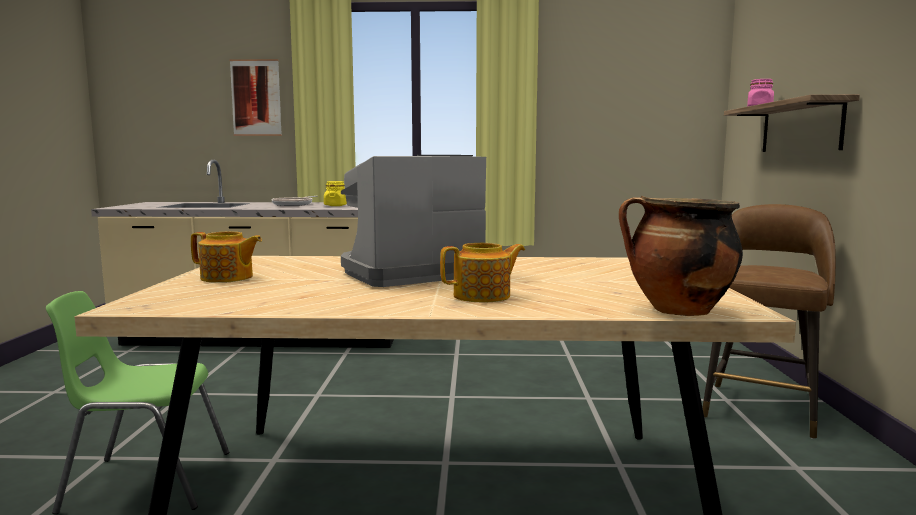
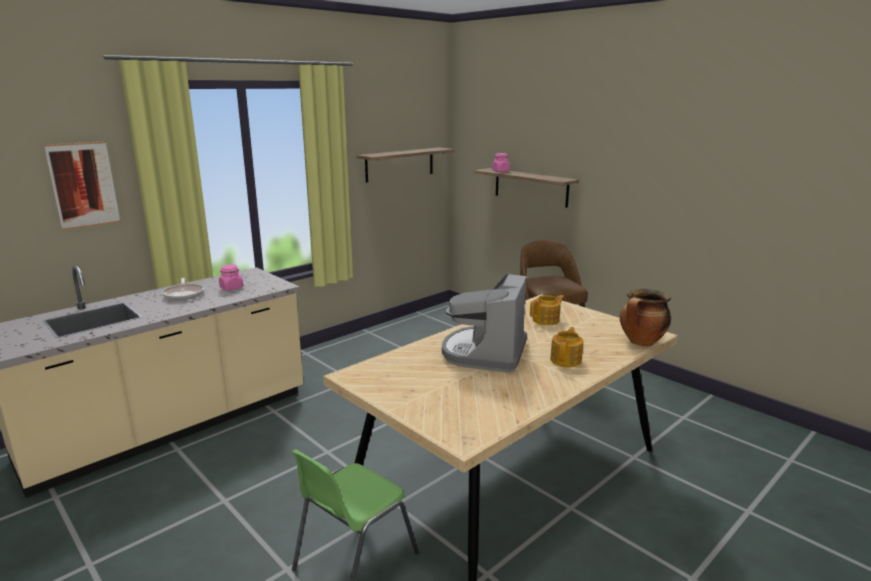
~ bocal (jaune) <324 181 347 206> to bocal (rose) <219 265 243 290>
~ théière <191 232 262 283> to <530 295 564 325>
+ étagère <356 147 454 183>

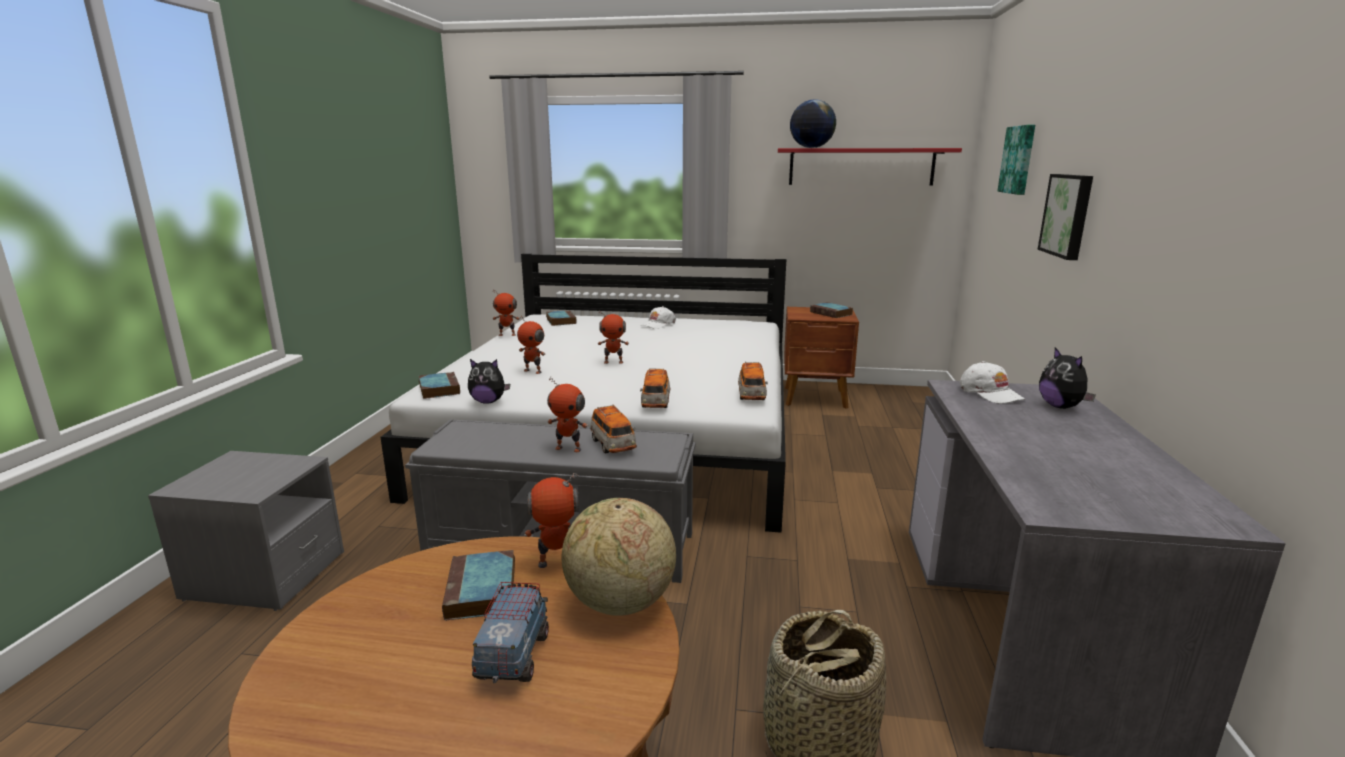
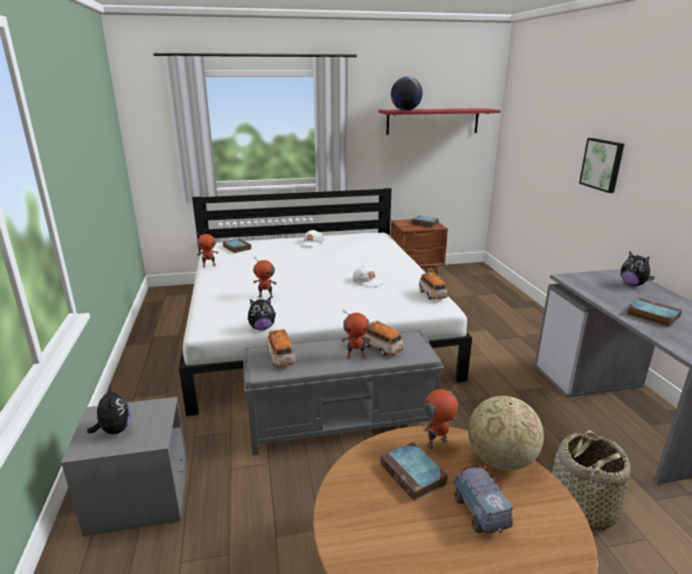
- tableau <998 125 1035 195>
- robot jouet <598 310 629 364>
~ casquette (blanc) <960 361 1026 404> to <353 265 384 288>
~ petite voiture <640 368 671 408> to <267 329 295 367>
~ livre <419 372 460 399> to <626 298 682 327>
+ peluche <87 385 131 434>

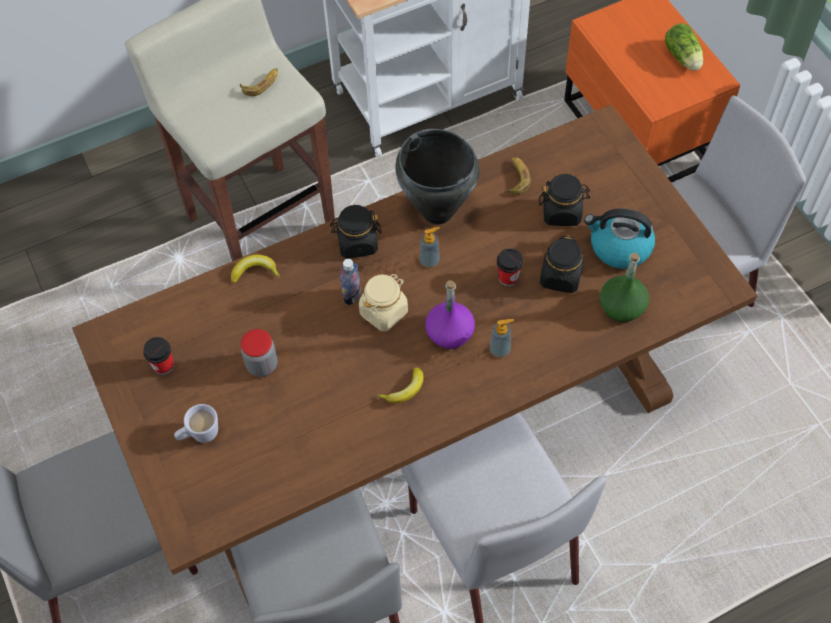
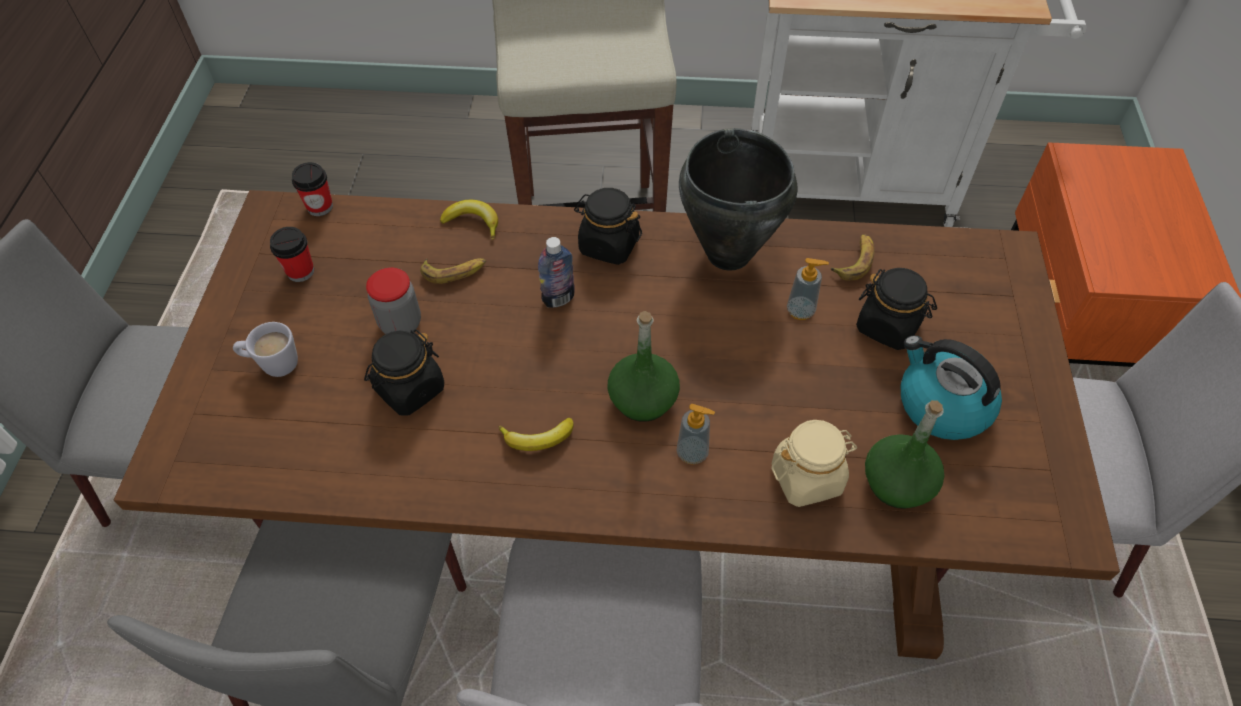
- laitue <665 23 703 71>
~ banane <240 68 278 96> to <420 258 486 284>
~ distributeur de savon <419 227 440 268> to <787 258 829 320>
~ bocal (noir) <540 235 584 293> to <364 329 444 415>
~ tasse <497 248 523 286> to <292 162 333 216>
~ bocal (beige) <359 274 408 331> to <771 420 857 507>
~ bouteille (violet) <425 280 475 349> to bouteille (vert) <607 311 680 422>

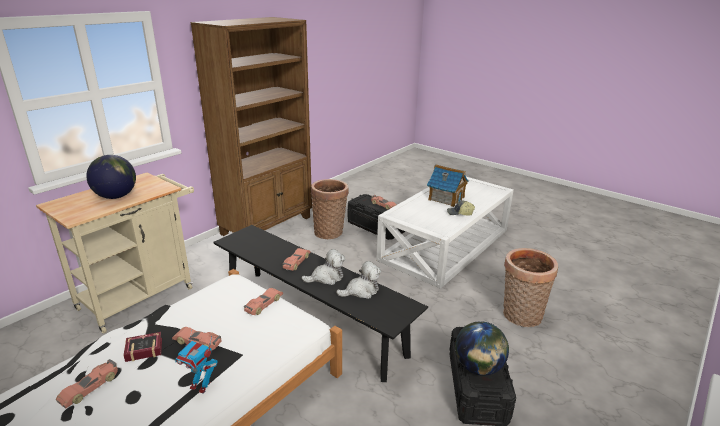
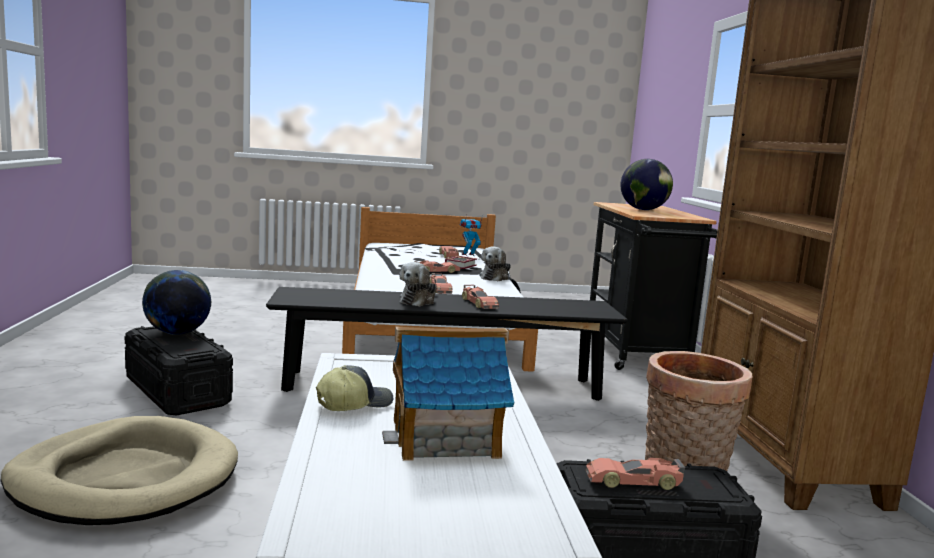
~ chariot (beige) <36 173 194 334> to chariot (noir) <590 202 718 370>
~ panier <503 248 558 327> to panier pour chien (beige) <1 416 238 525>
~ peluche <336 261 381 299> to <480 246 511 282>
~ robot jouet <175 331 217 394> to <460 215 483 256>

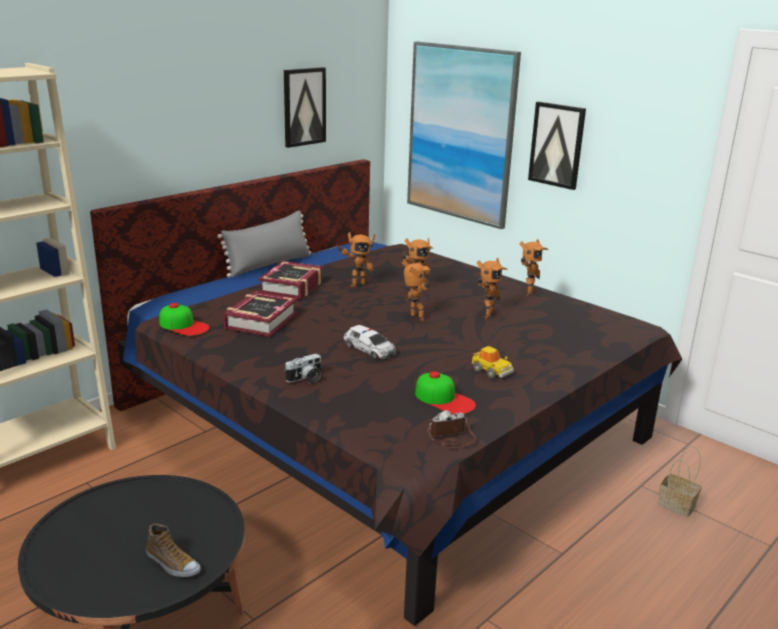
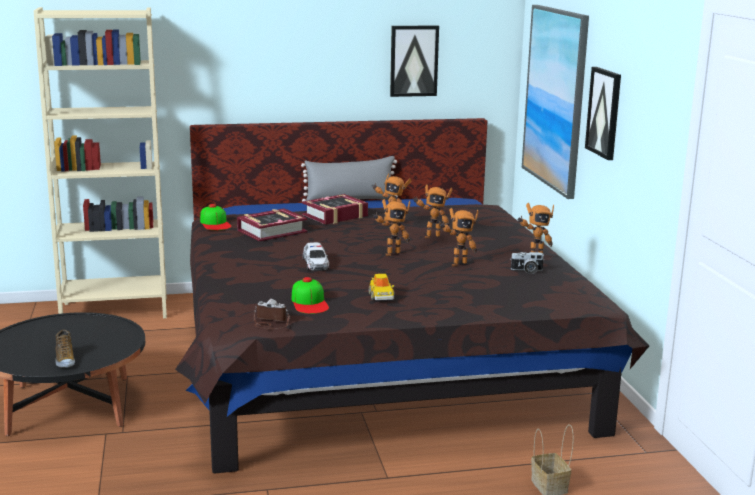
~ robot jouet <402 260 430 321> = <372 199 410 256> 60 degrees clockwise
~ appareil photo <285 354 321 383> to <510 252 545 274>

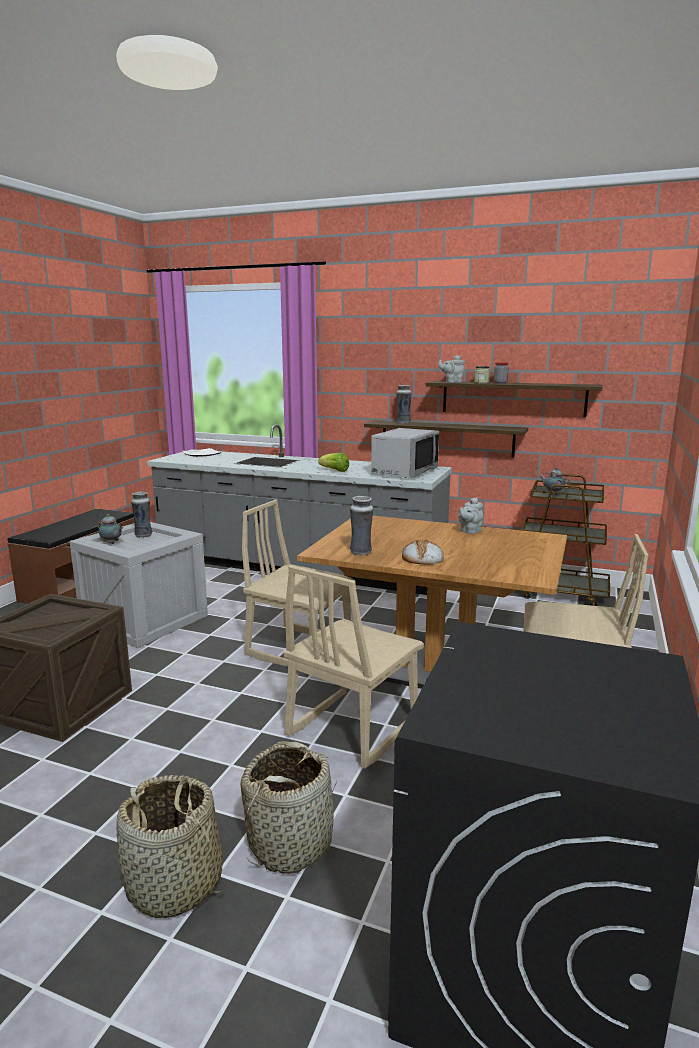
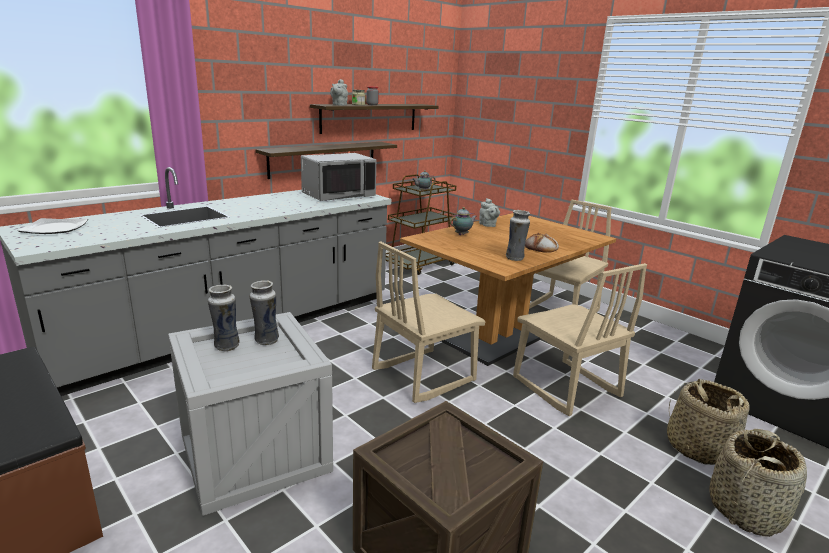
~ vase <396 385 412 424> to <250 280 279 345>
~ micro-ondes (gris) <371 428 439 478> = <301 153 376 201> 90 degrees clockwise
- laitue <318 453 349 472>
~ théière <98 514 123 544> to <450 207 477 235>

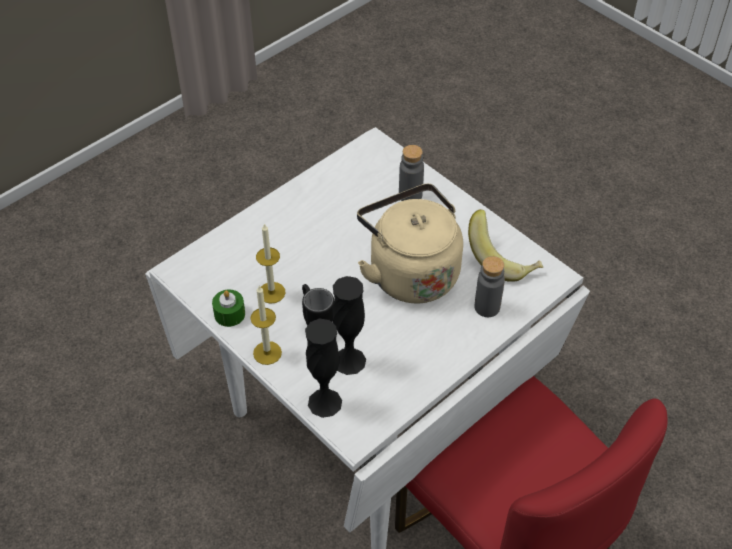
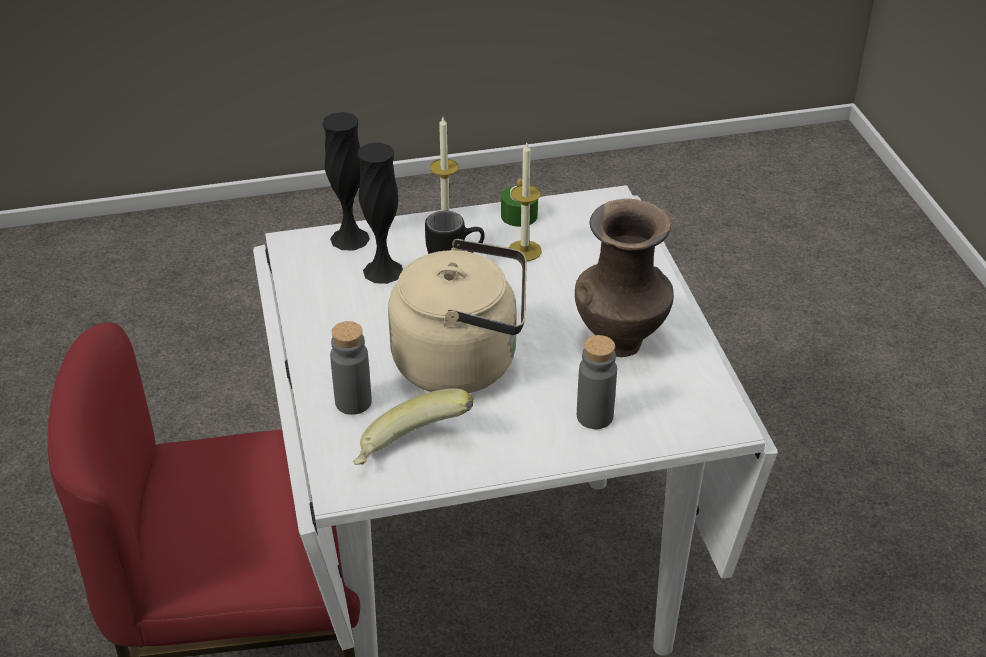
+ vase (marron) <575 199 674 357>

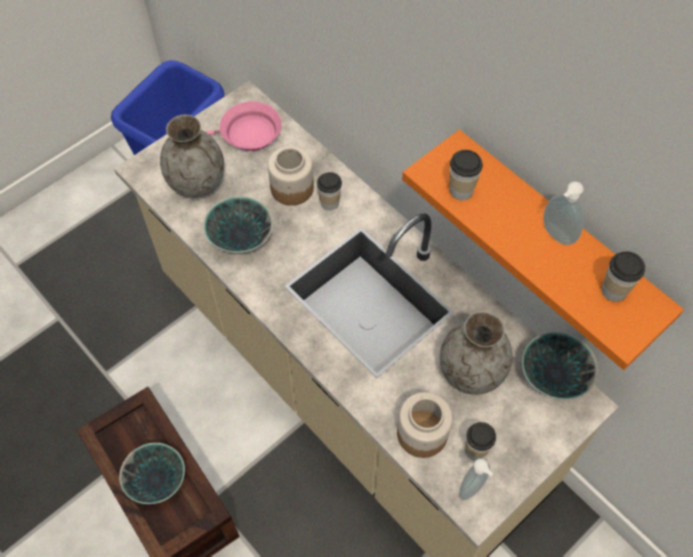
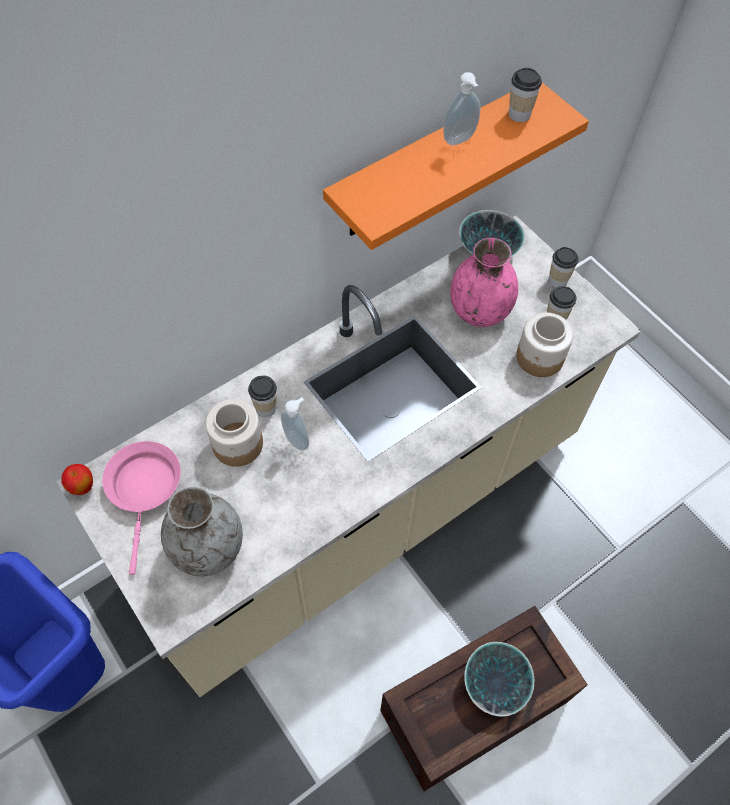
~ tasse <450 150 483 200> to <549 247 579 288>
- bol <203 196 273 253>
~ vase (gris) <440 311 513 395> to vase (rose) <450 238 518 327>
~ distributeur de savon <459 459 493 500> to <281 397 309 450>
+ pomme <62 464 93 495>

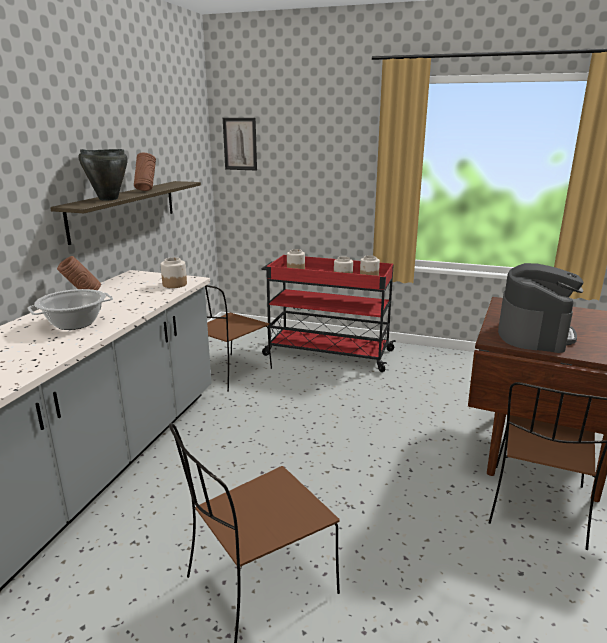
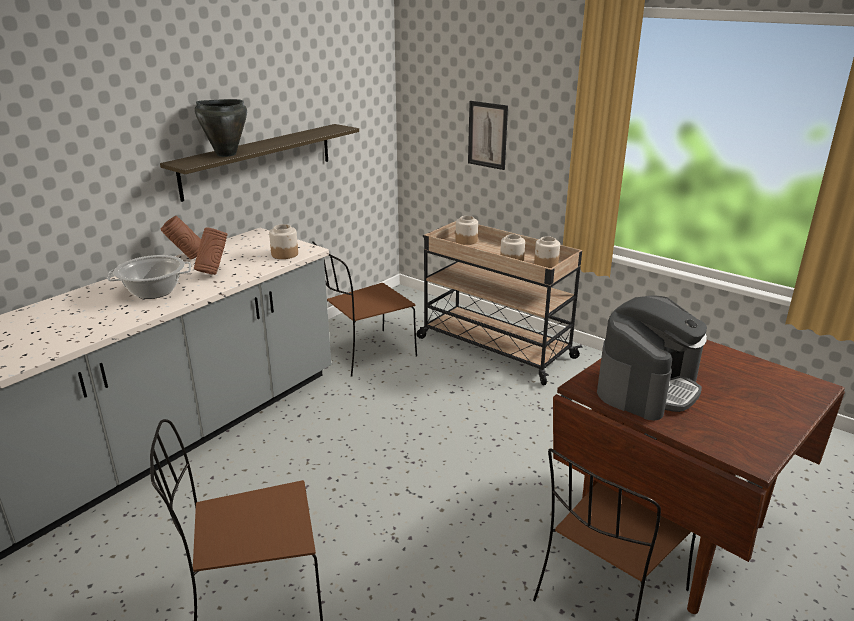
~ tableau <223 118 257 171> to <468 101 508 170>
~ vase (marron) <134 153 156 191> to <194 227 227 275>
~ chariot (rouge) <262 255 396 372> to chariot (beige) <417 221 582 385>

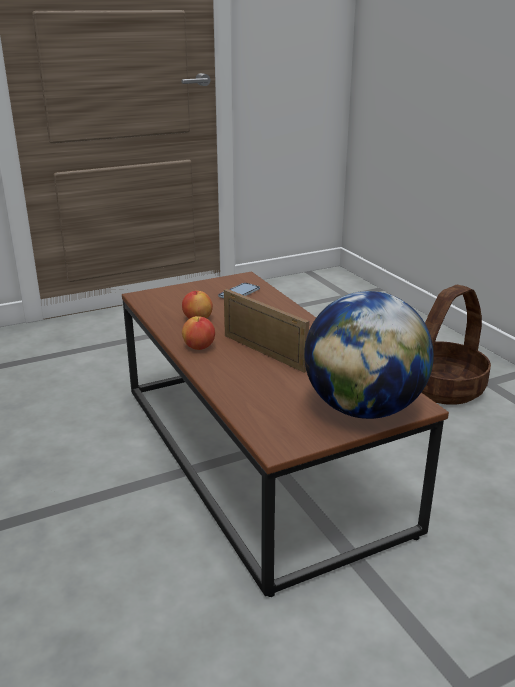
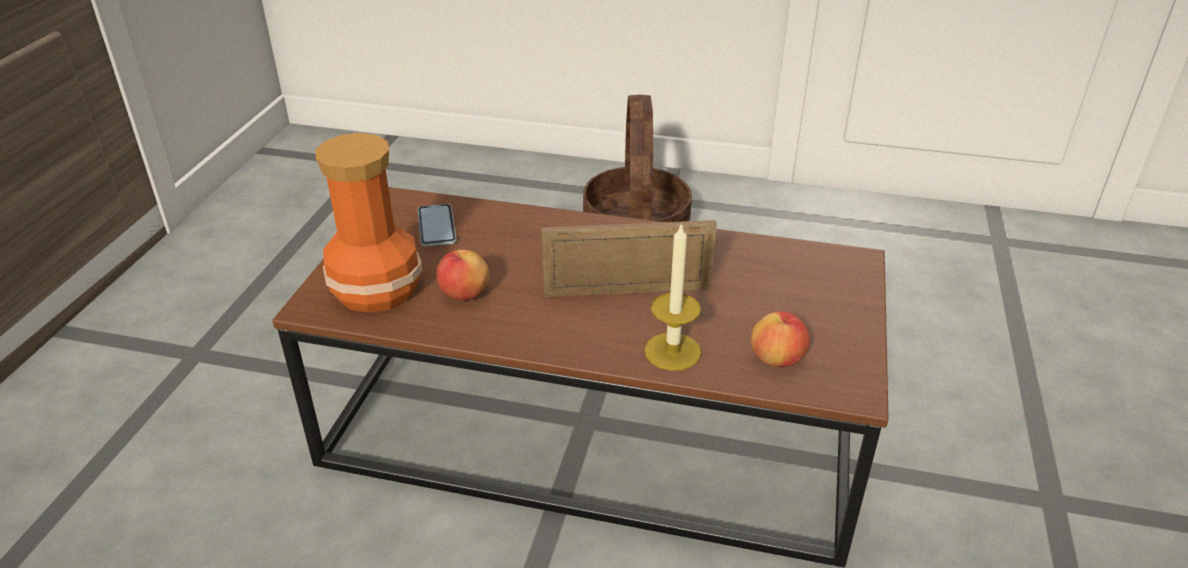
- globe <304 291 434 419>
~ pomme <182 316 215 350> to <750 311 810 367>
+ vase <315 133 422 313>
+ bougie <644 222 701 371>

